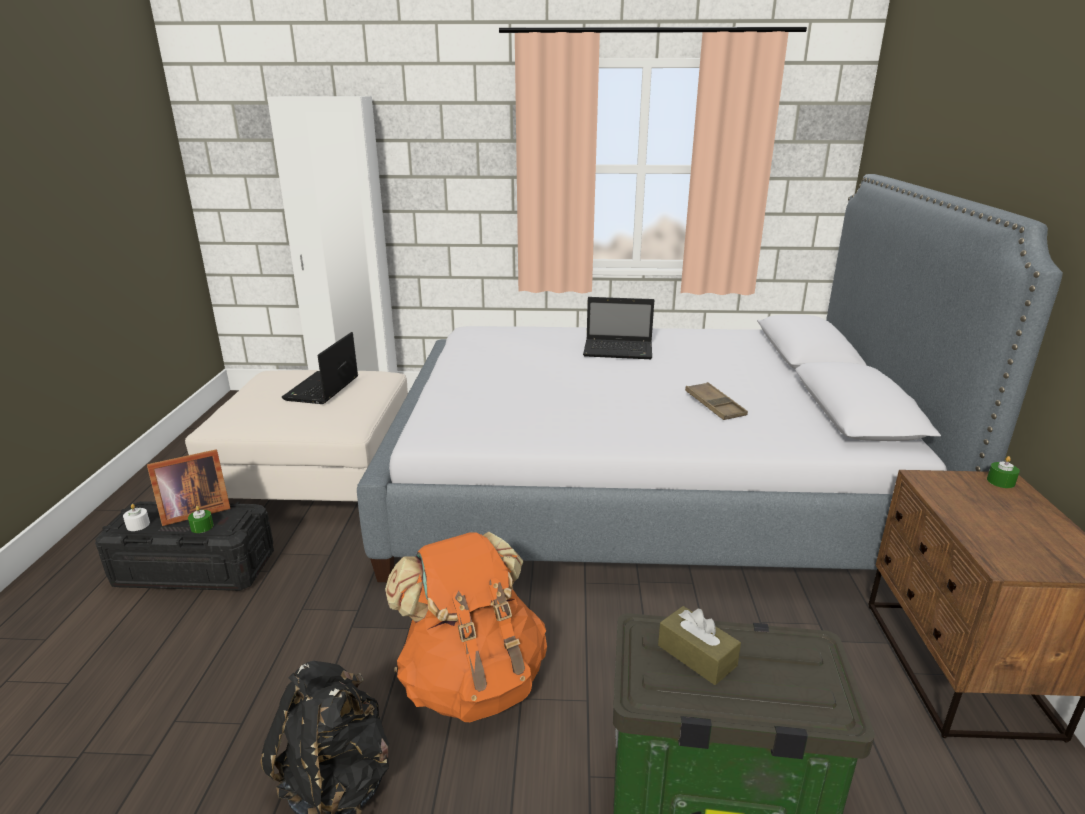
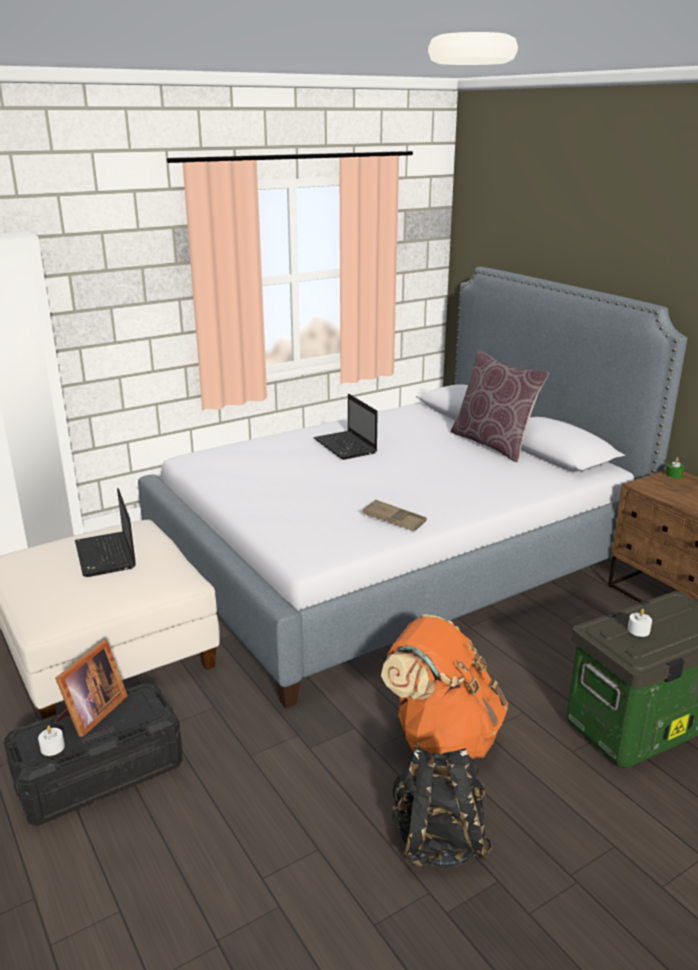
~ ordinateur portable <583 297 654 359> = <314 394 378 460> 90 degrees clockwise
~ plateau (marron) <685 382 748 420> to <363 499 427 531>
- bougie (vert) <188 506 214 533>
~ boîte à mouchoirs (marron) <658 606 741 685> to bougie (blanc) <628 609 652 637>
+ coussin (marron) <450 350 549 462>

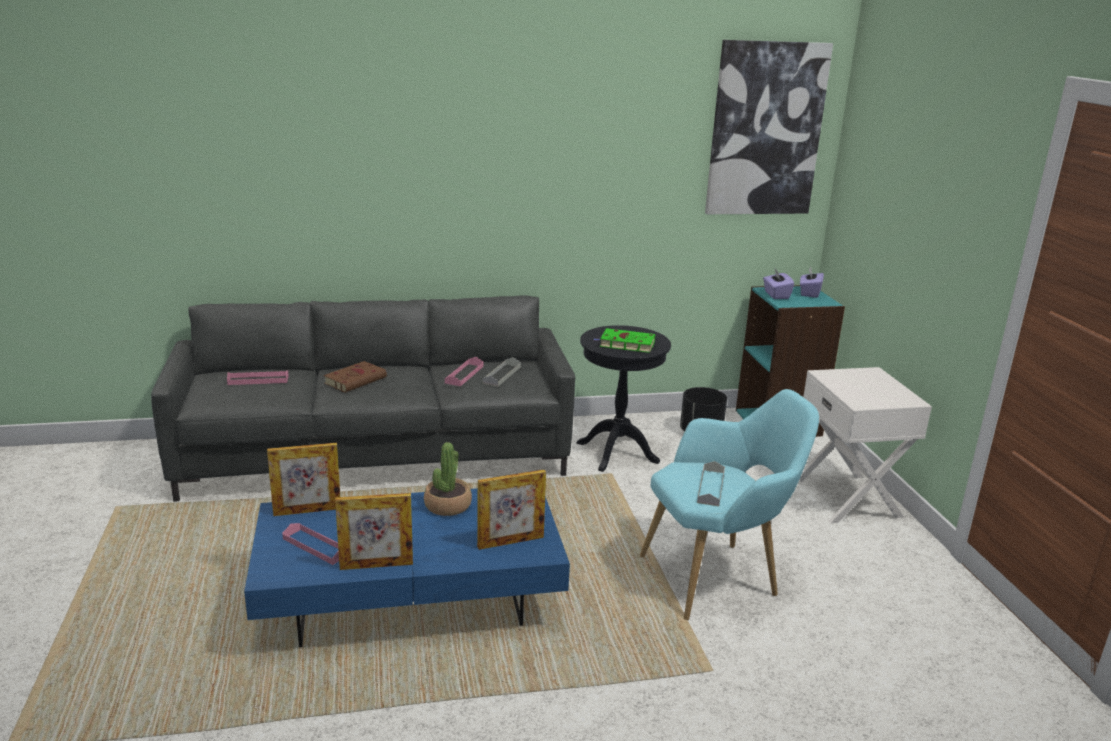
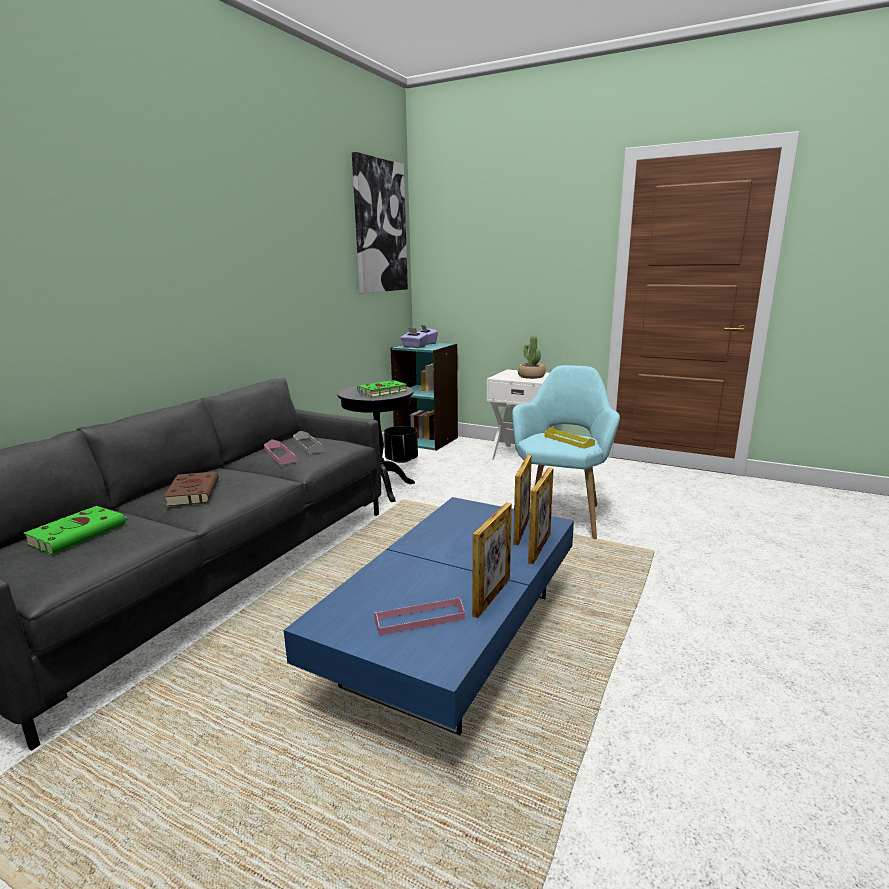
~ plateau (rose) <227 370 289 385> to livre (vert) <23 506 127 554>
~ plante en pot <424 442 472 516> to <518 335 546 379>
~ cadre photo <267 443 340 516> to <528 467 554 564>
~ plateau (gris) <697 461 725 506> to plateau (jaune) <544 427 595 449>

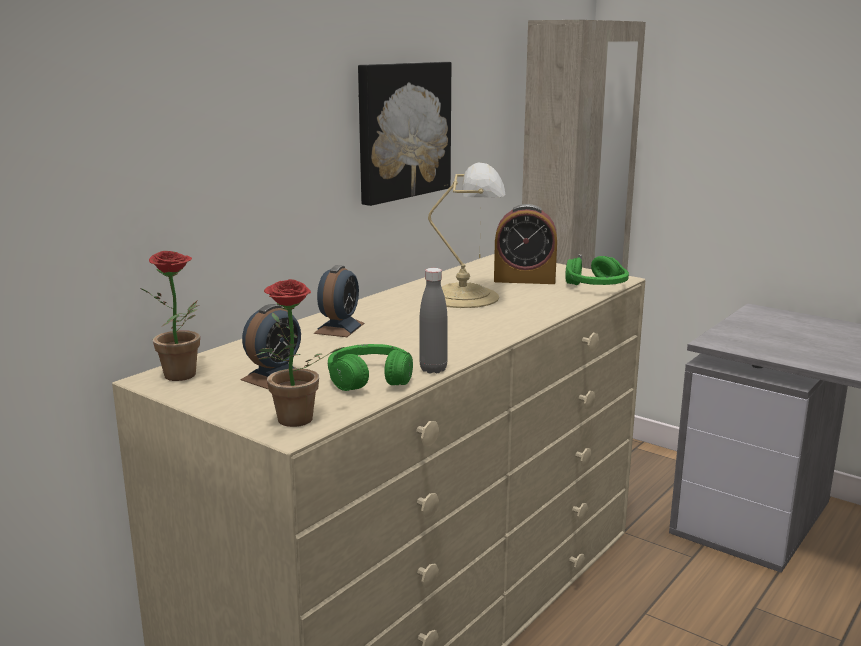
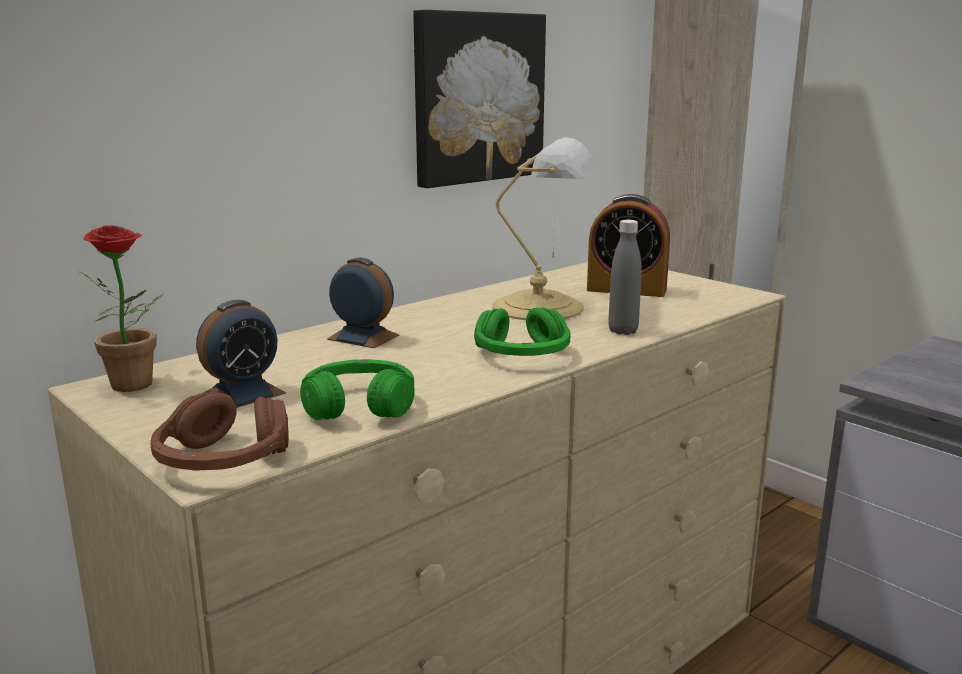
~ casque audio (vert) <565 256 629 285> to <474 307 571 356>
~ réveil <314 265 364 337> = <327 258 399 348> 90 degrees counterclockwise
~ bouteille (gris) <419 268 447 373> to <608 220 642 335>
~ plante en pot <255 279 344 427> to casque audio (marron) <150 392 289 471>

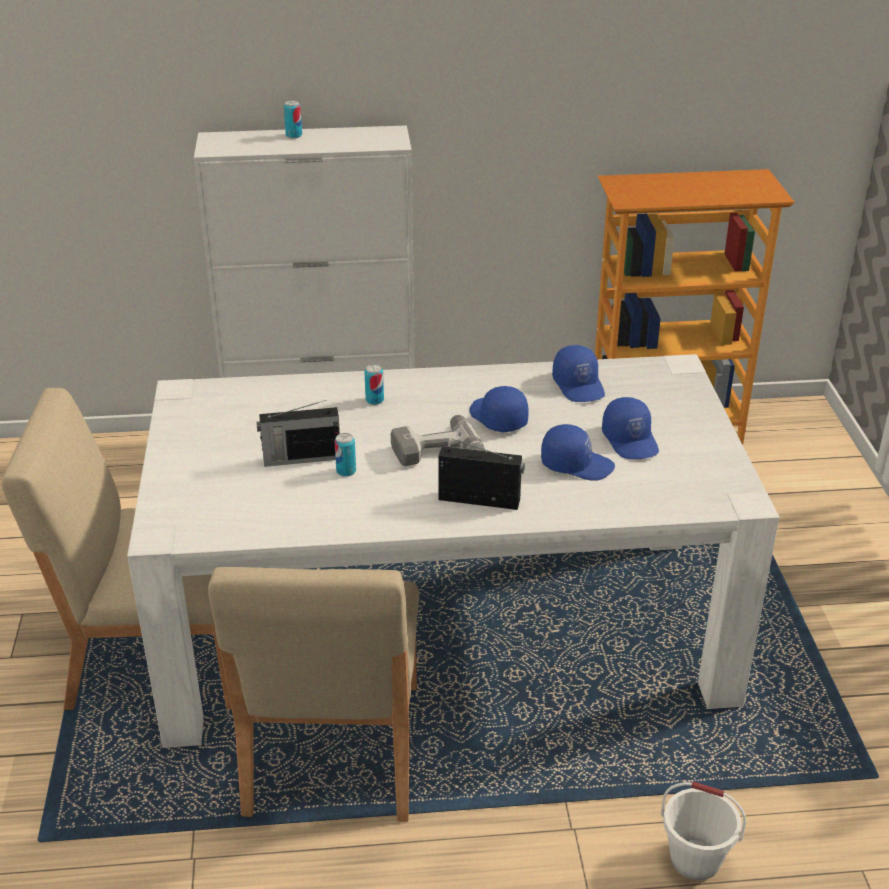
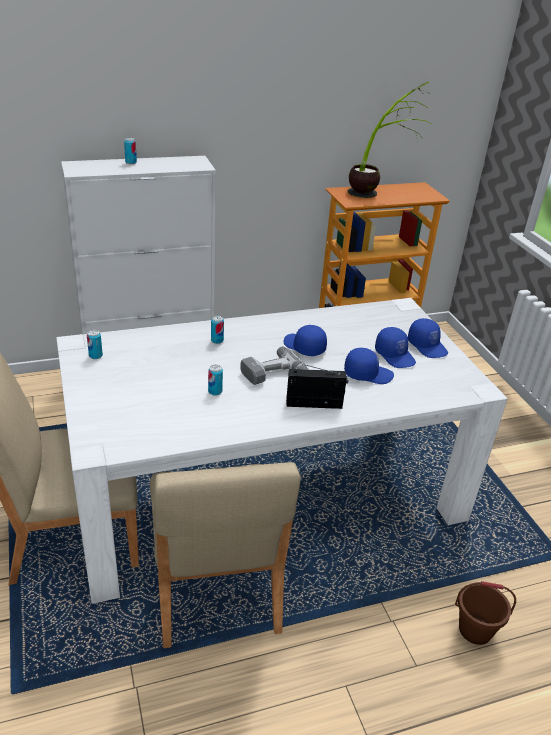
~ casquette (bleu) <552 345 605 402> to <408 318 448 358>
- radio <257 400 340 467>
~ seau (blanc) <661 782 746 880> to seau (marron) <455 581 516 645>
+ plante en pot <348 81 432 198>
+ boîte métallique <87 330 103 359>

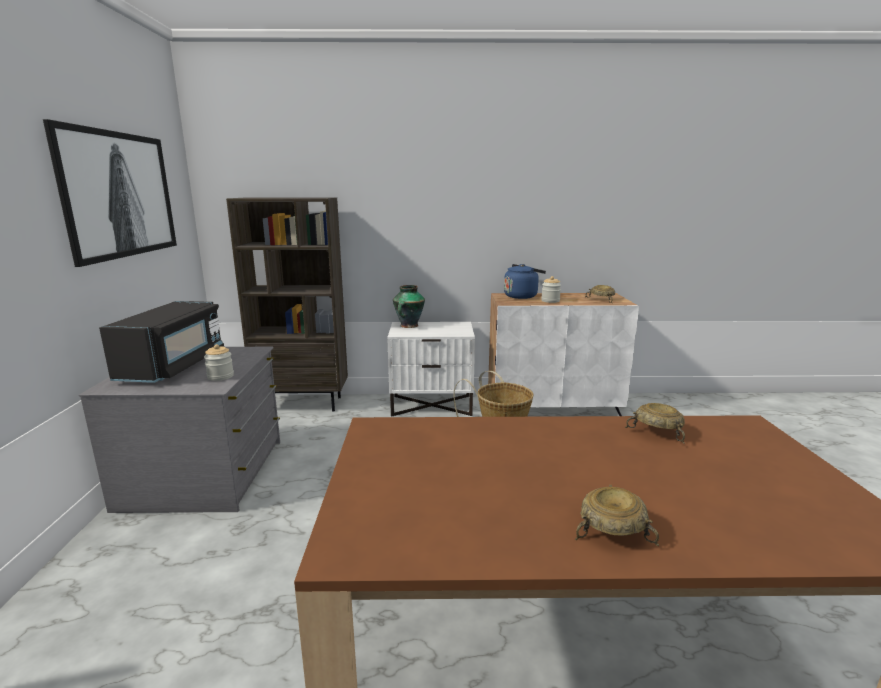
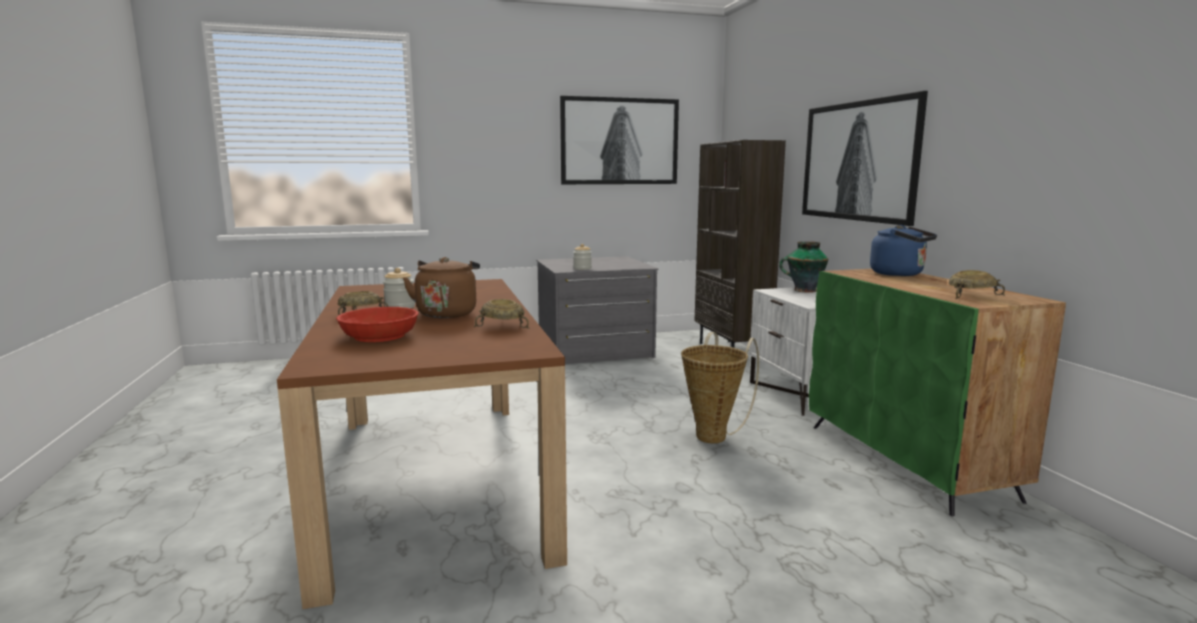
~ bocal <541 276 561 303> to <383 268 415 308>
~ meuble de rangement (blanc) <488 293 639 416> to meuble de rangement (vert) <809 269 1066 516>
- micro-ondes (noir) <99 301 224 383>
+ tableau <802 91 928 226>
+ bouilloire (marron) <403 257 480 318>
+ bol (rouge) <336 307 419 342>

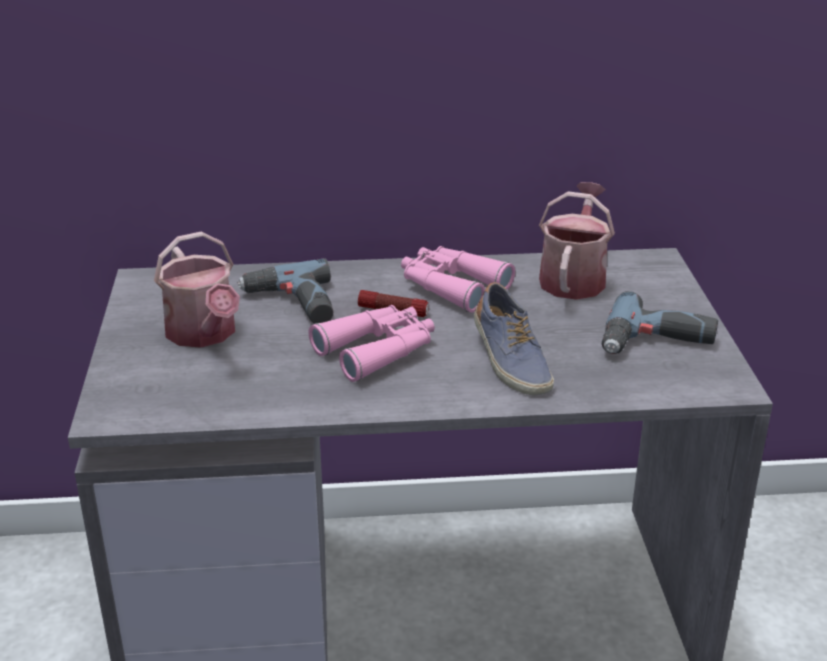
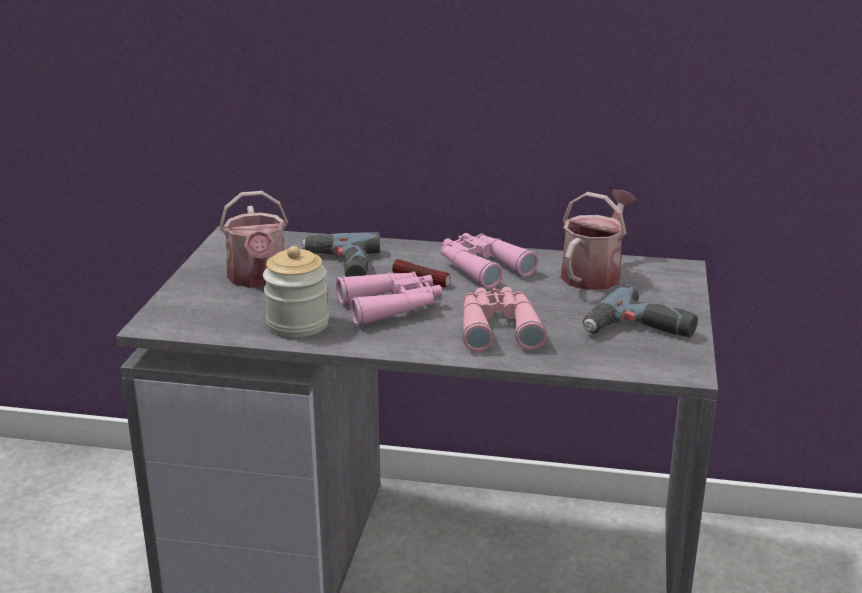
~ chaussure <474 282 554 395> to jumelles (rose) <462 287 547 352>
+ bocal <263 246 329 338>

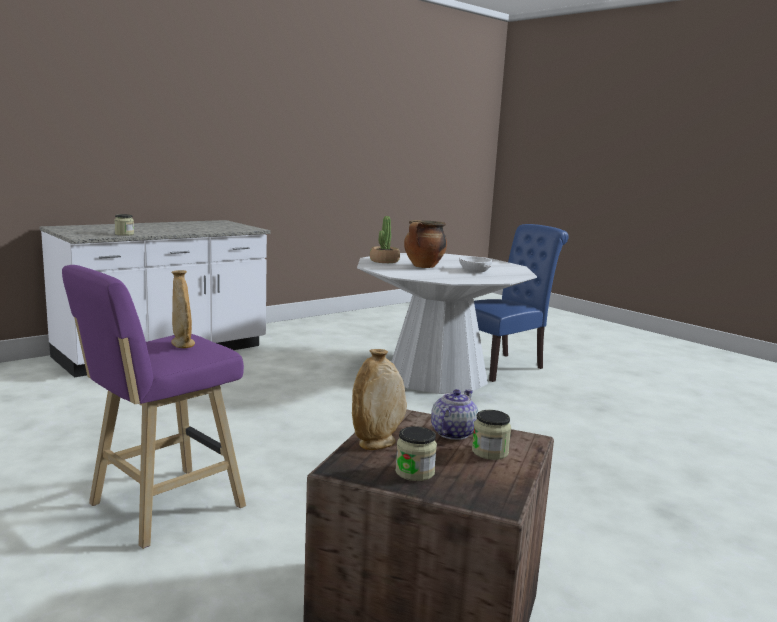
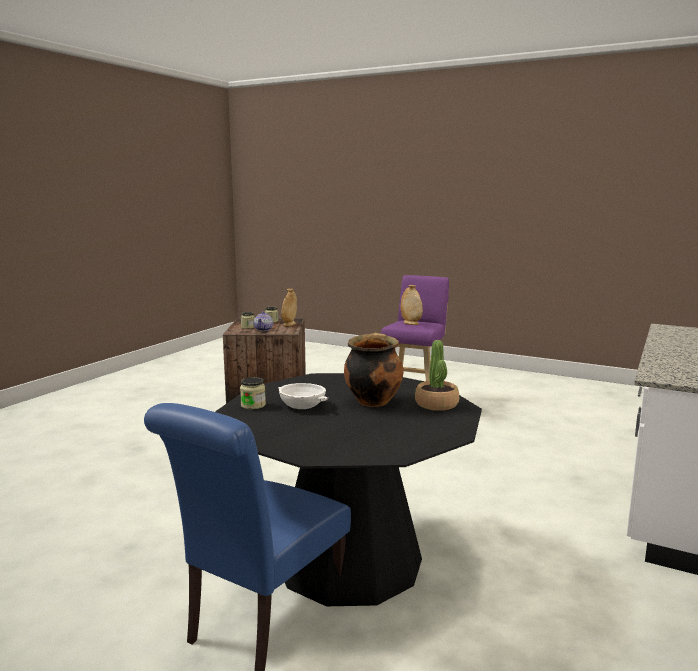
~ bocal <114 214 134 236> to <240 377 266 409>
~ table à manger (blanc) <357 253 537 394> to table à manger (noir) <215 373 482 606>

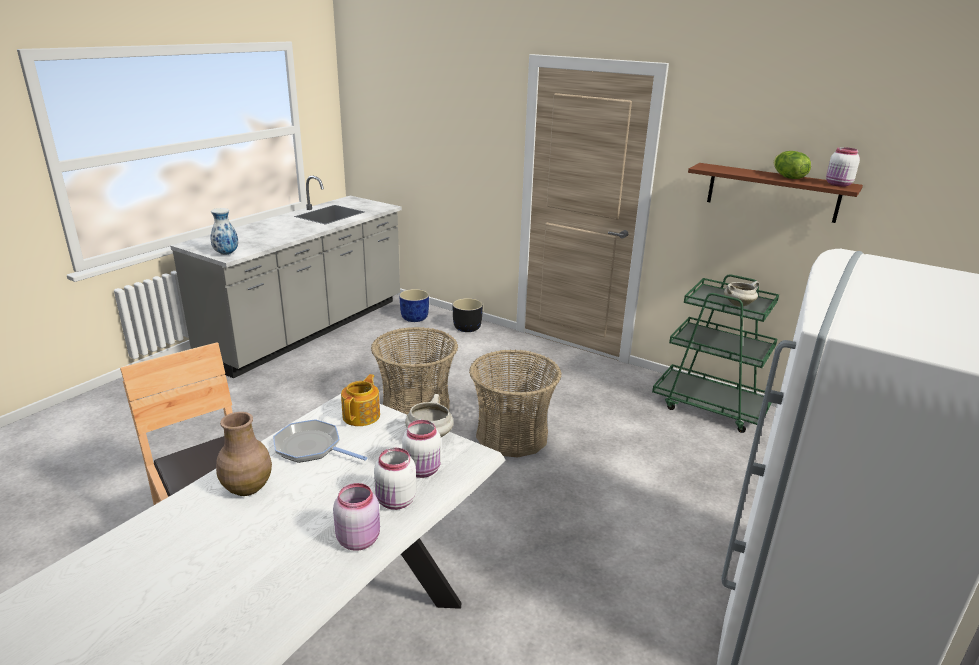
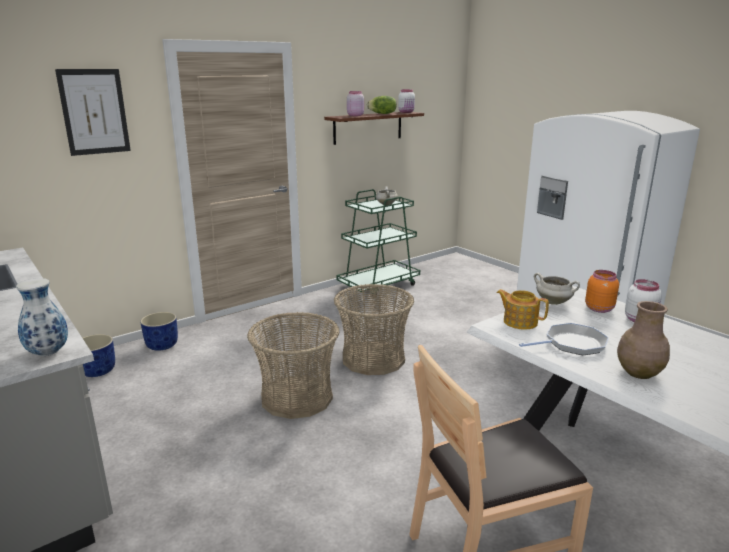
~ cache-pot (noir) <452 298 483 332> to cache-pot (bleu) <140 312 178 351>
~ poêle <273 419 368 463> = <519 323 609 355> 150 degrees counterclockwise
~ bocal (blanc) <402 420 441 478> to bocal (orange) <585 270 619 313>
~ bocal (rose) <333 483 380 551> to <347 91 364 116>
+ tableau <55 69 131 156>

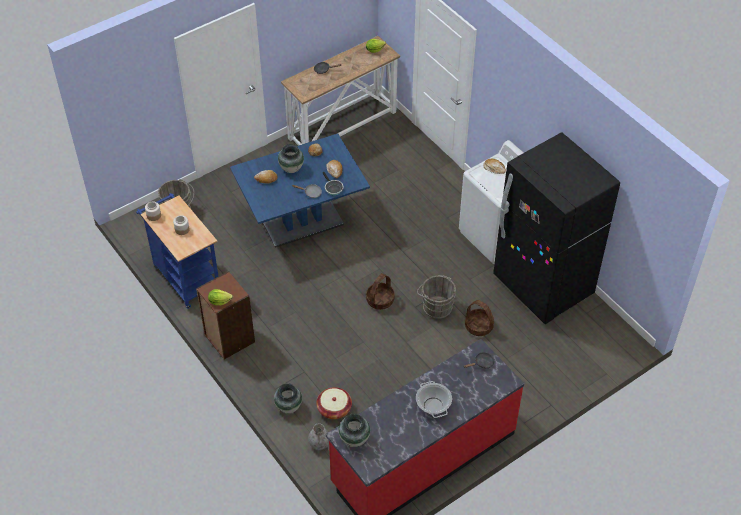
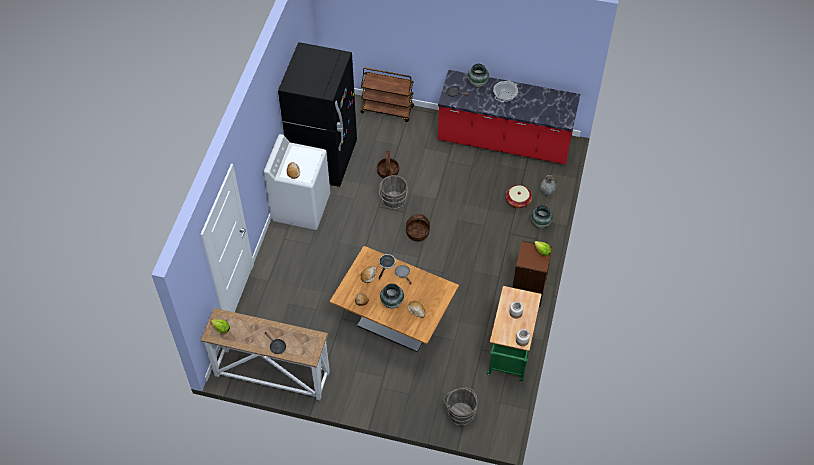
~ table à manger (bleu) <230 134 370 248> to table à manger (marron) <329 246 459 352>
~ chariot (bleu) <136 193 219 309> to chariot (vert) <487 286 542 382>
~ vase <339 414 370 447> to <468 64 489 87>
+ chariot (marron) <360 68 414 122>

